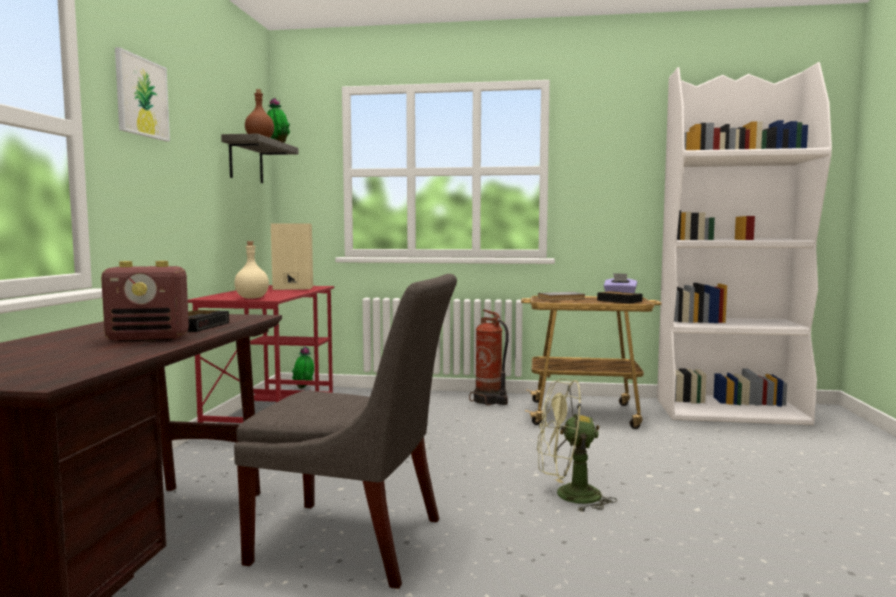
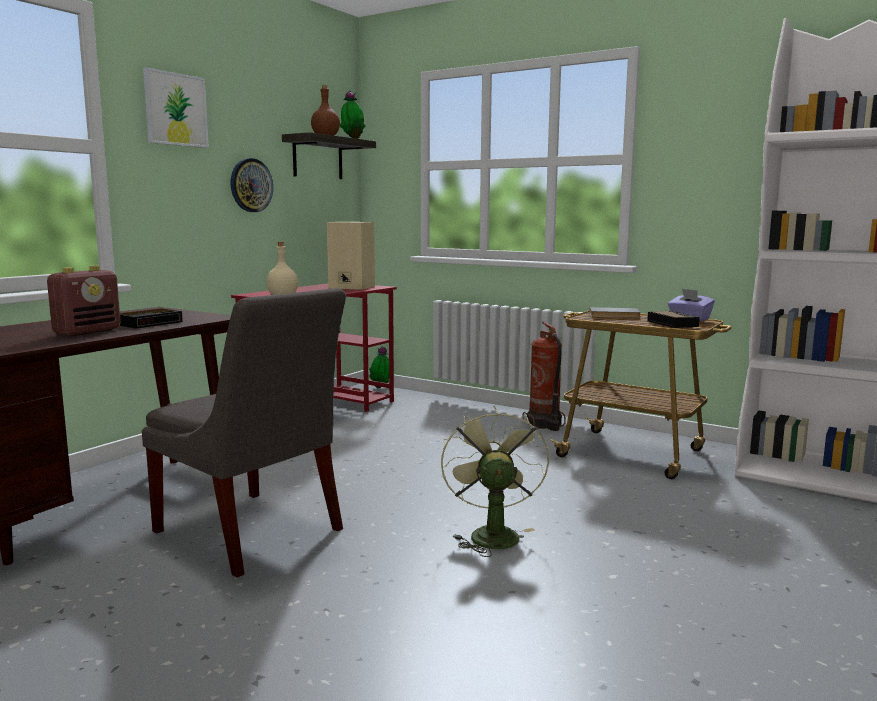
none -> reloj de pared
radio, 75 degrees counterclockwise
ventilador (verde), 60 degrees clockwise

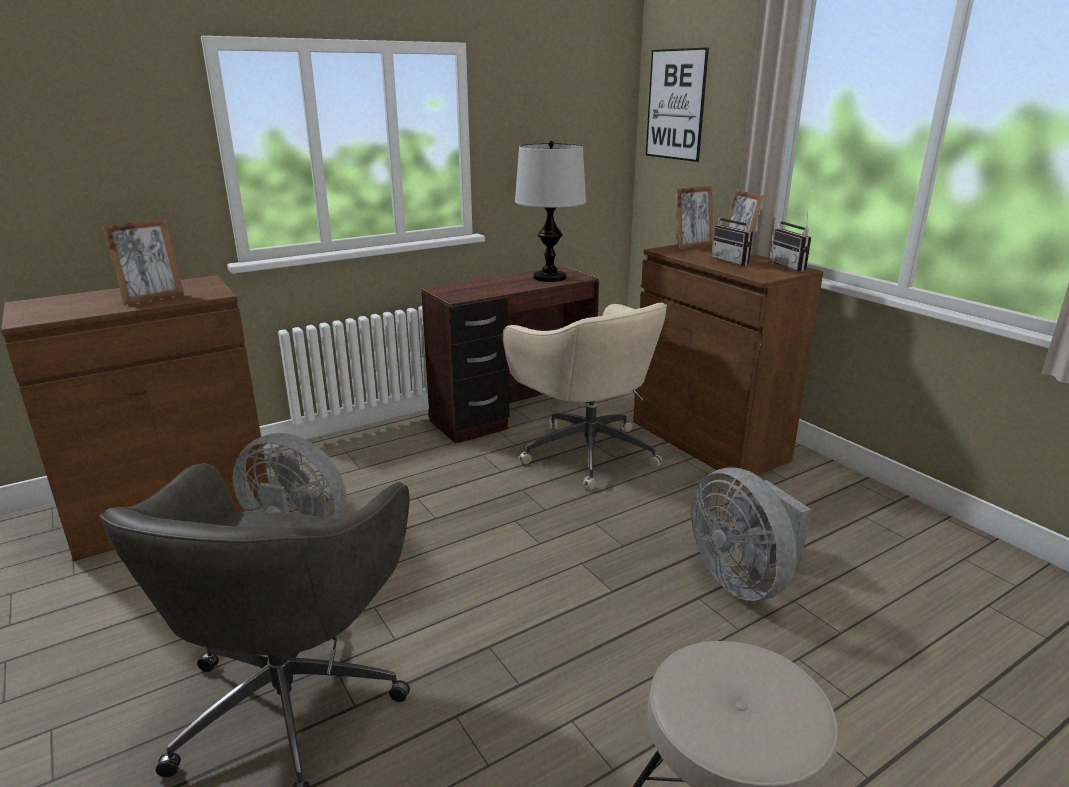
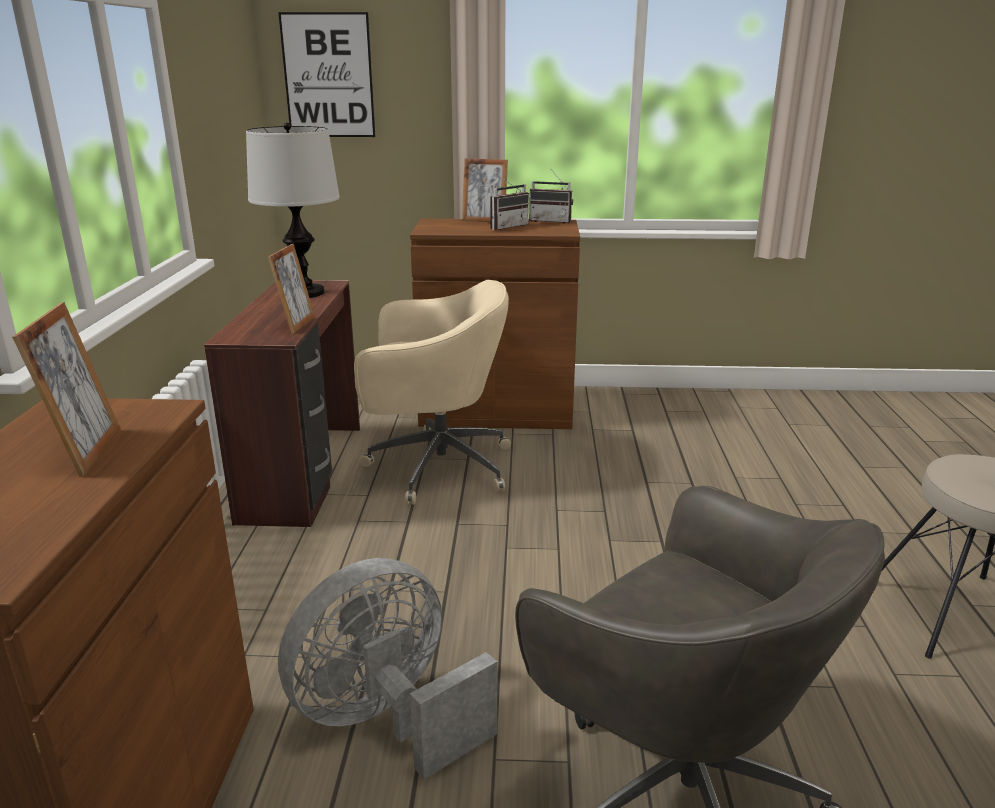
ventilador (gris) (2nd from left) -> none
portarretratos (2nd from left), move
radio (1st from left), 45 degrees counterclockwise

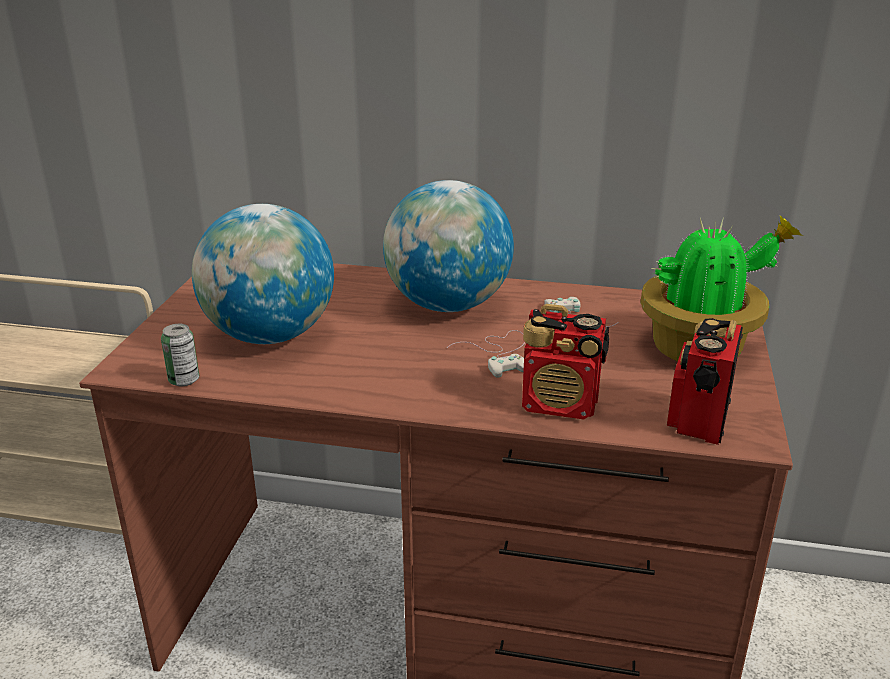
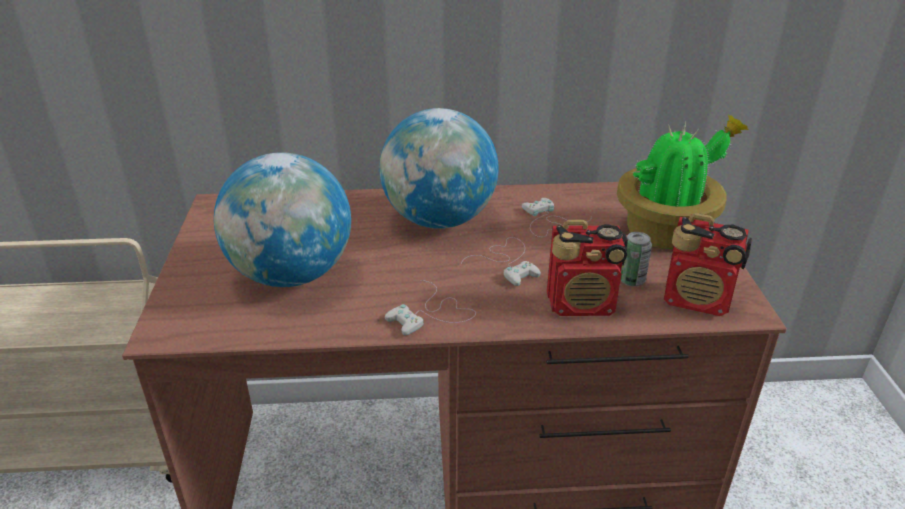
none -> mando de consola (blanco) (1st from left)
lata, move
radio (2nd from left), 75 degrees counterclockwise

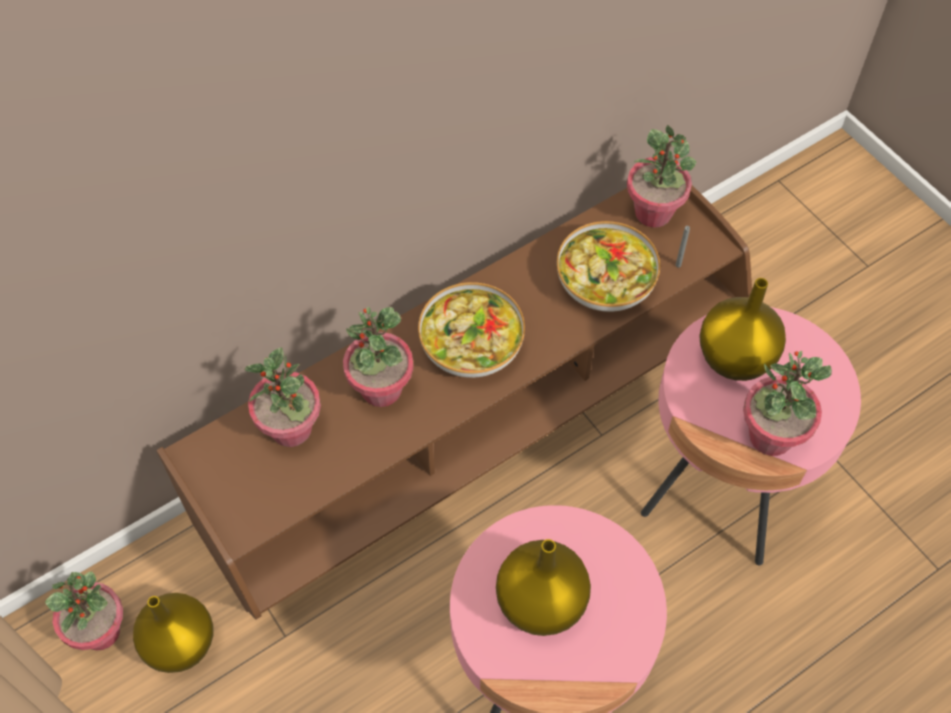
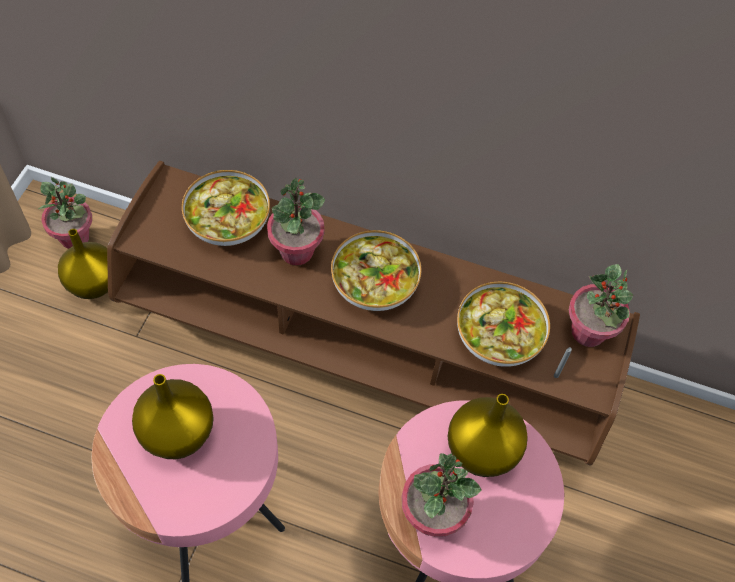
planta en maceta (2nd from left) -> cuenco (1st from left)

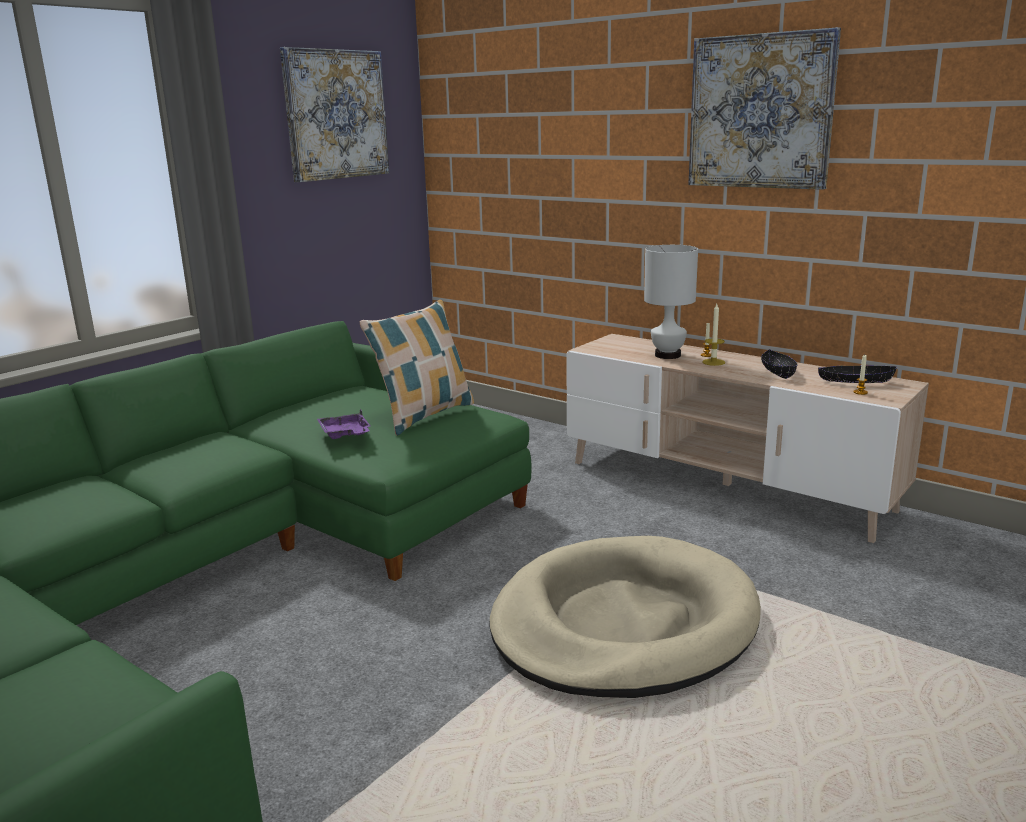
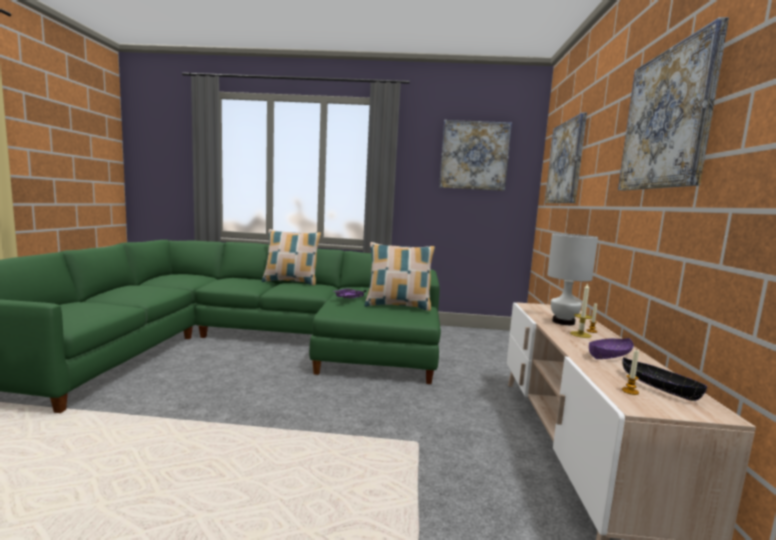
cama para perro (beis) -> none
none -> cojín (1st from left)
none -> cuadro (2nd from left)
cuenco (negro) (1st from left) -> cuenco (morado)

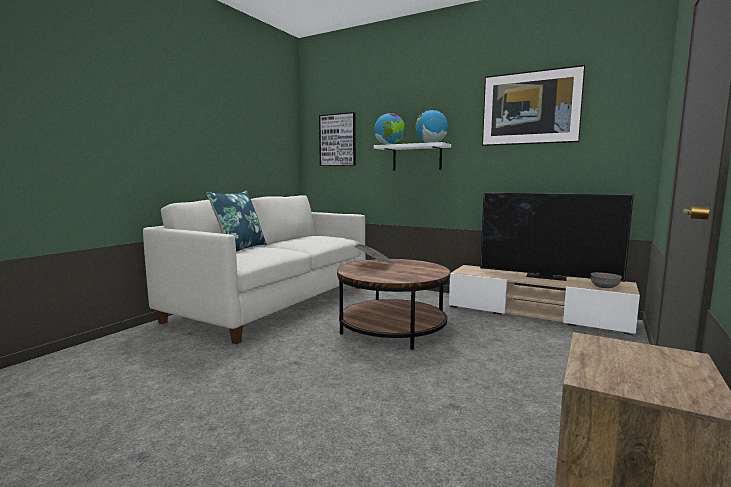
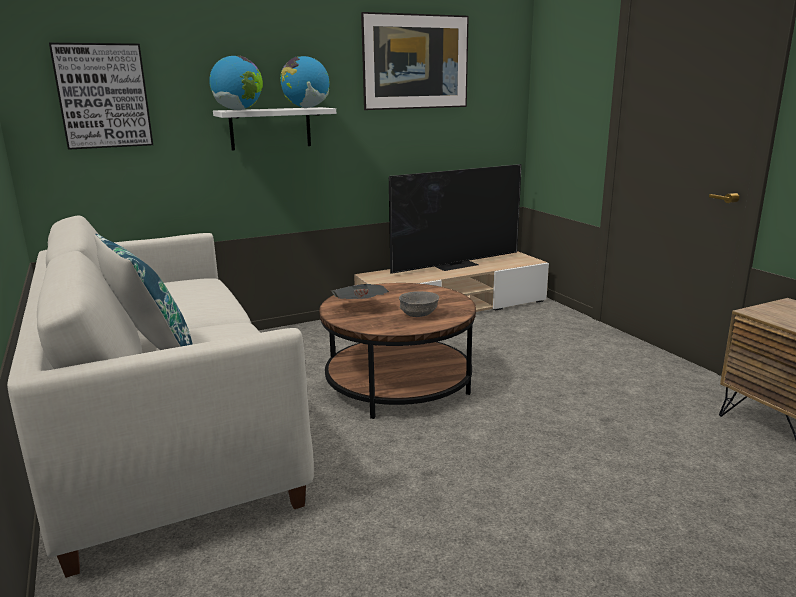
cuenco (gris), move

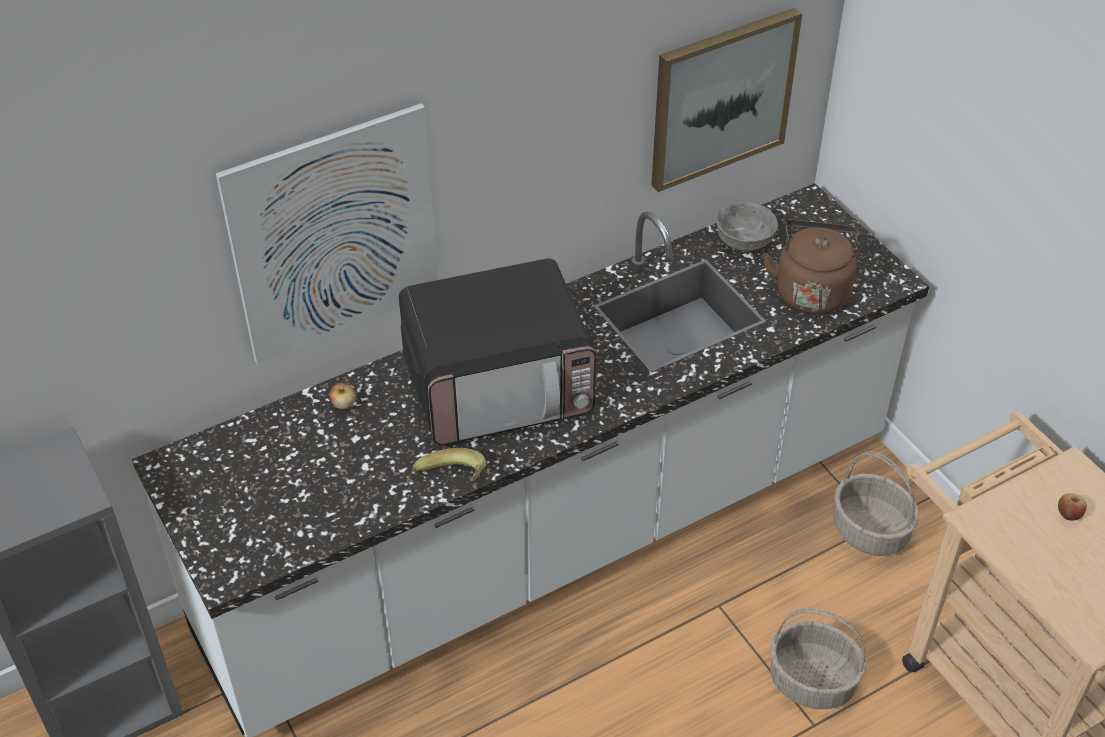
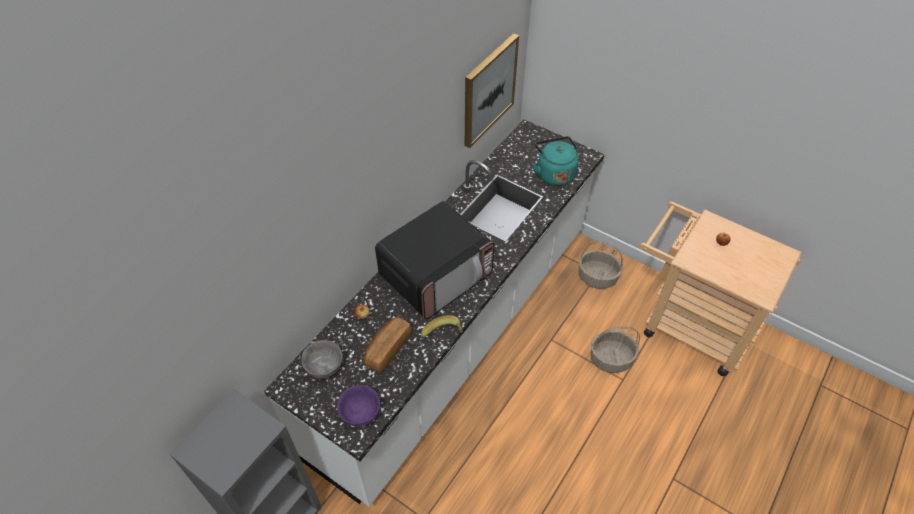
cuadro (1st from left) -> none
none -> cuenco (morado)
none -> pan
cuenco (gris), move
hervidor (marrón) -> hervidor (turquesa)

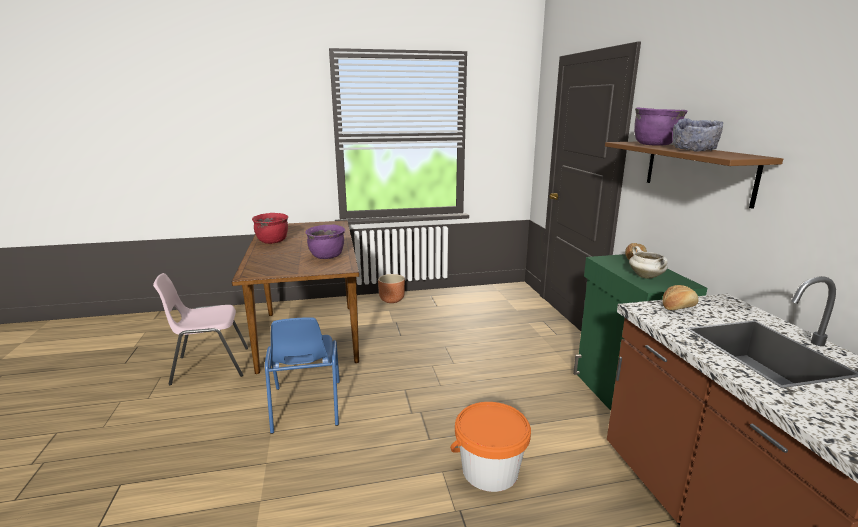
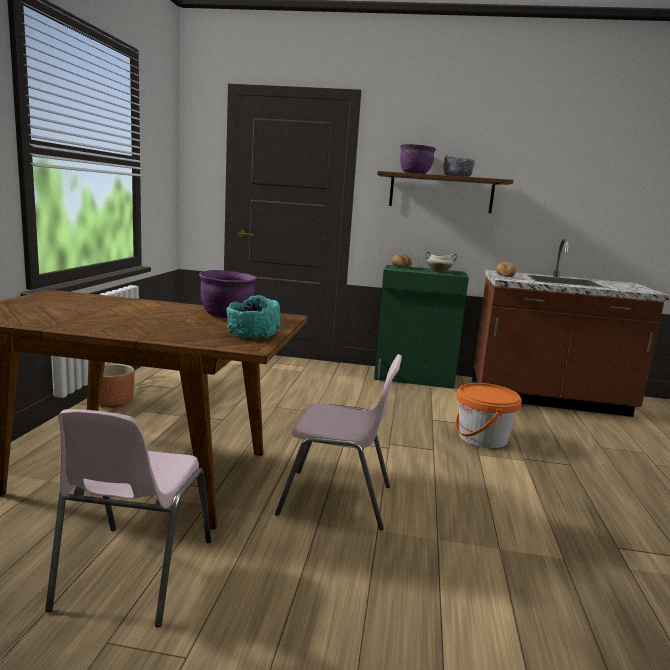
olla (rojo) -> none
none -> cuenco (turquesa)
silla (azul) -> silla (rosa) (2nd from left)

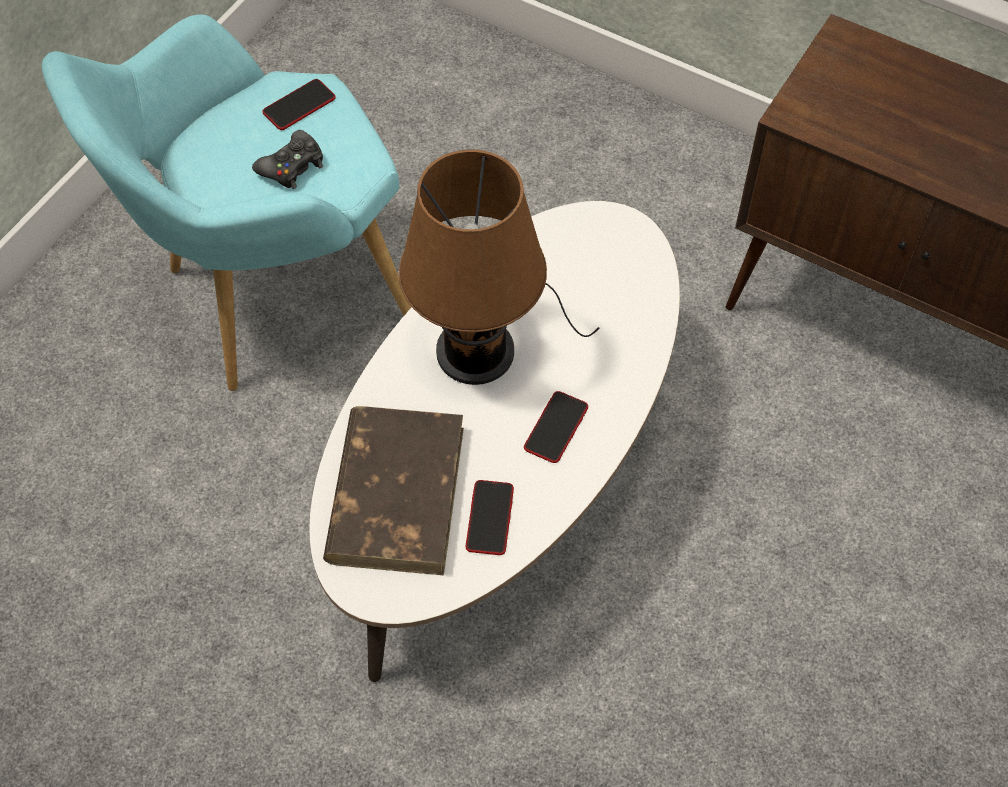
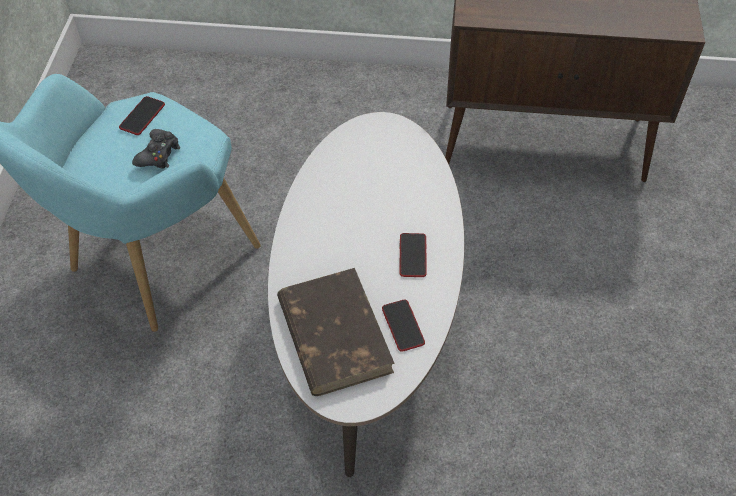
lámpara de mesa (marrón) -> none

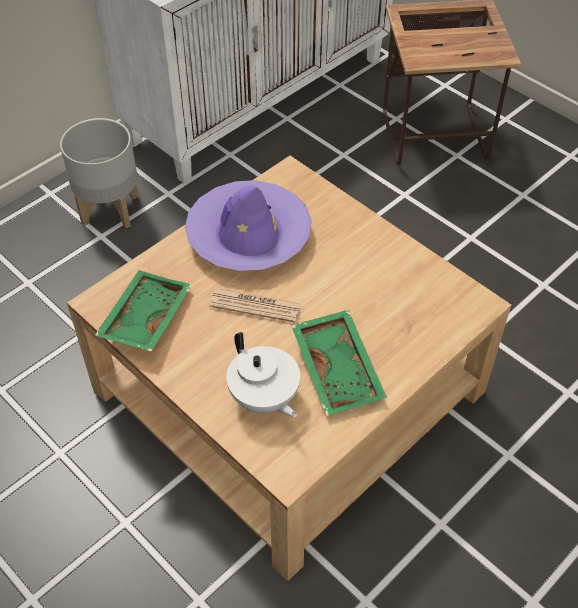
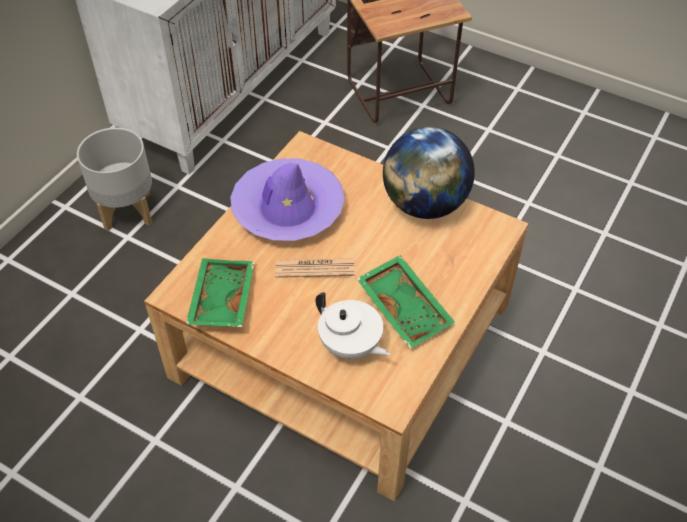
none -> globo terráqueo

